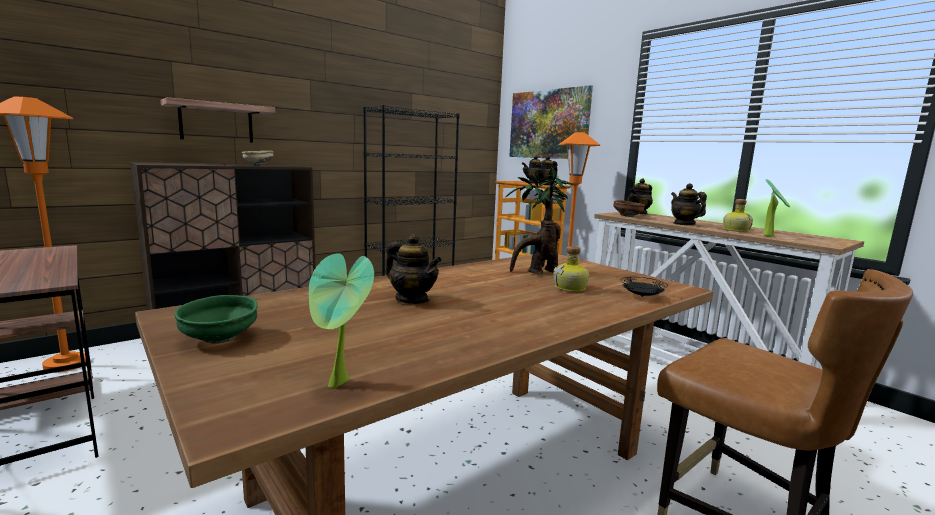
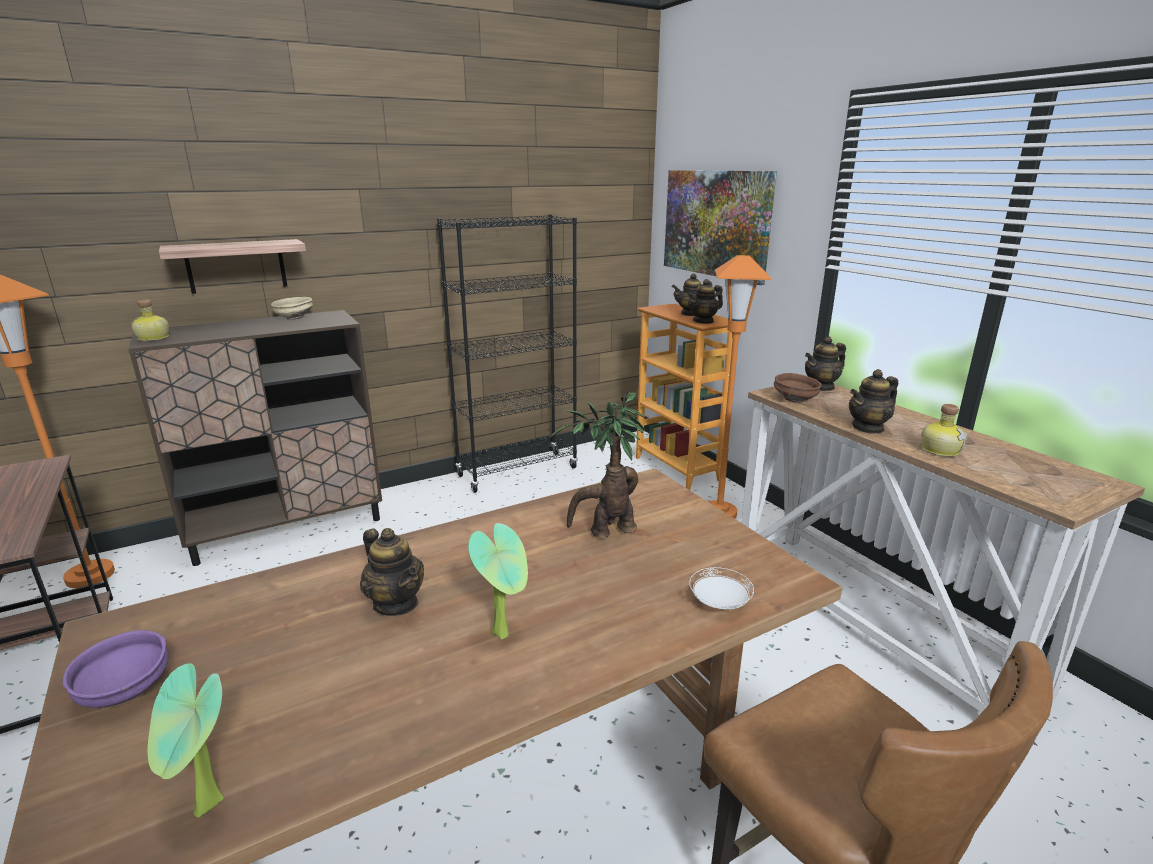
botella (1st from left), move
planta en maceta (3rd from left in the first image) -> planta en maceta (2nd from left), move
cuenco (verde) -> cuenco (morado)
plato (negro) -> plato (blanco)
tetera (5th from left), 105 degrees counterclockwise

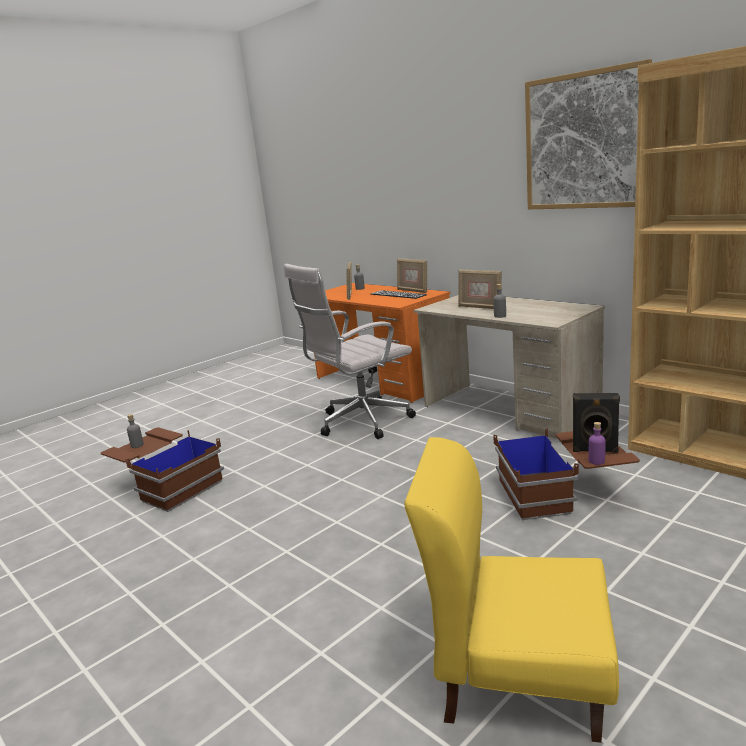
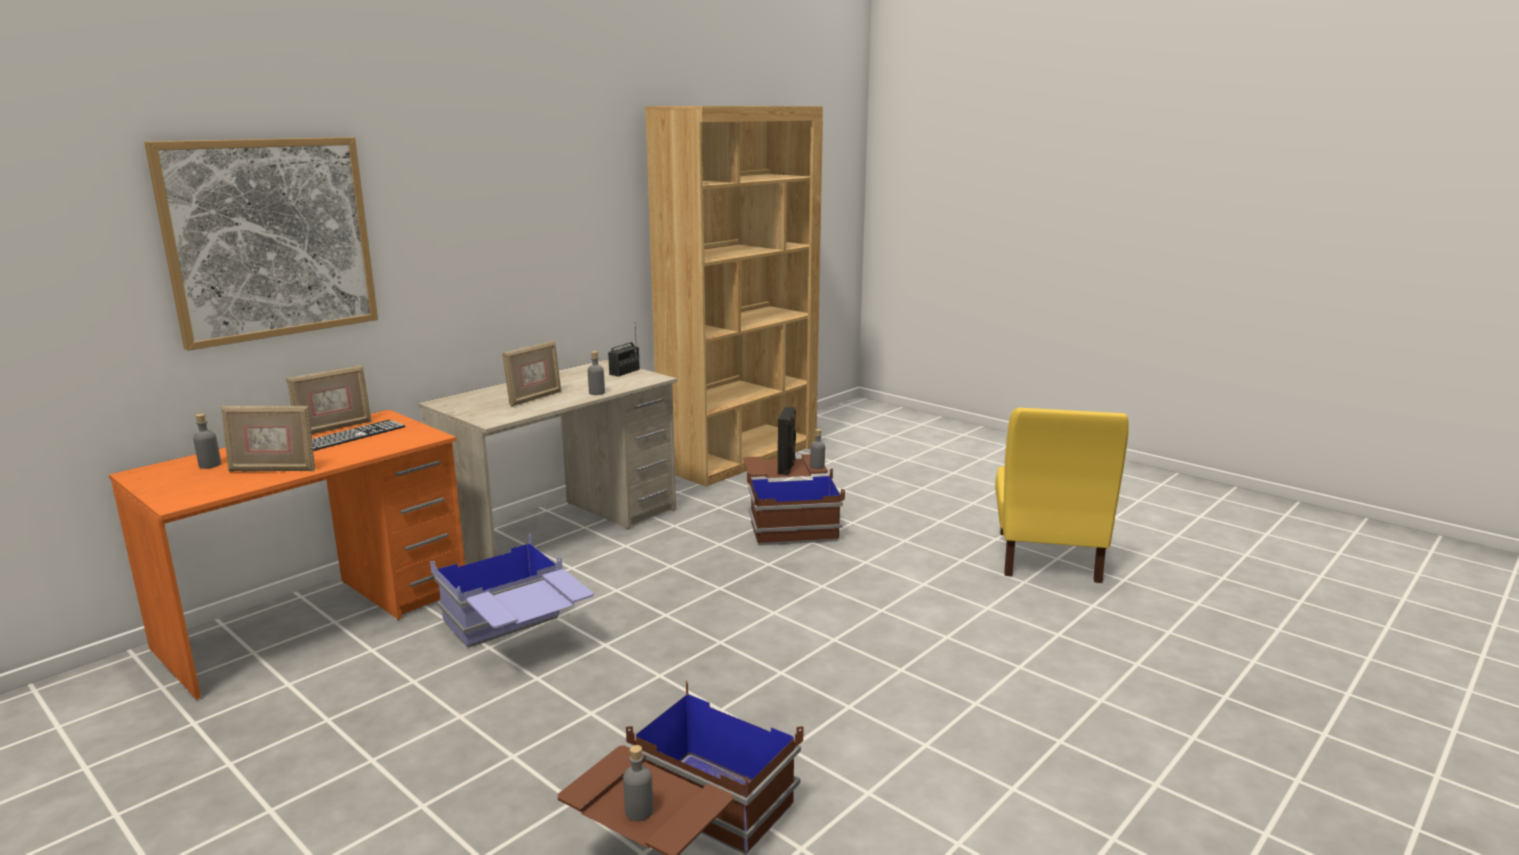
none -> radio
cuadro, move
silla de oficina (blanco) -> caja de almacenaje (azul)
botella (morado) -> botella (gris) (4th from left)

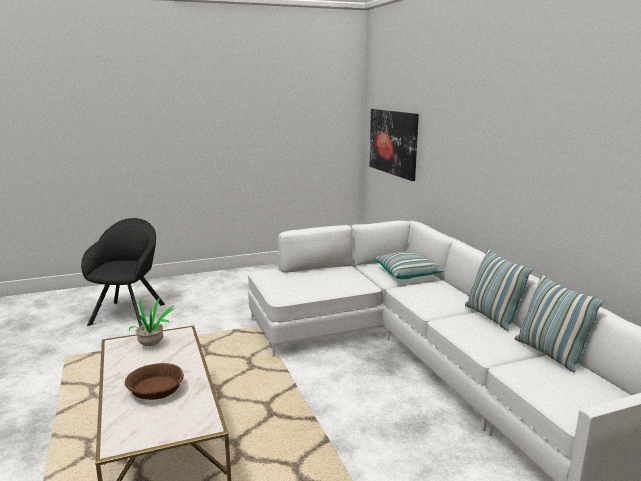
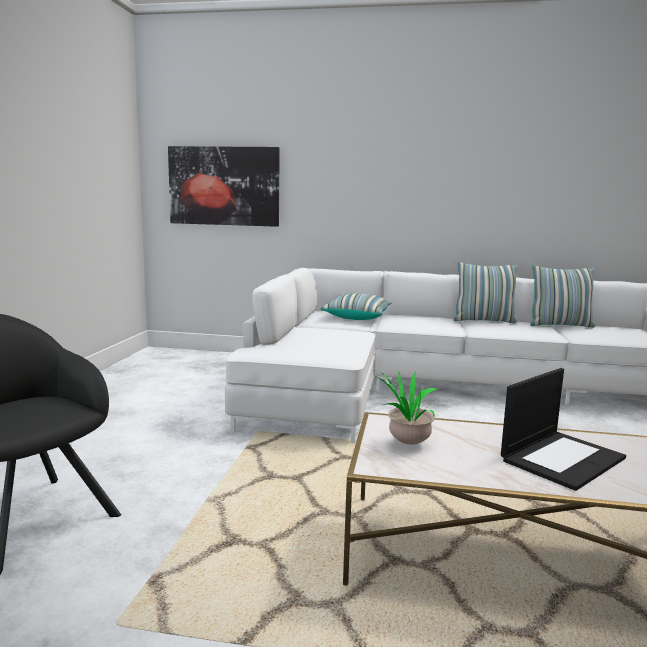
cuenco (marrón) -> portátil

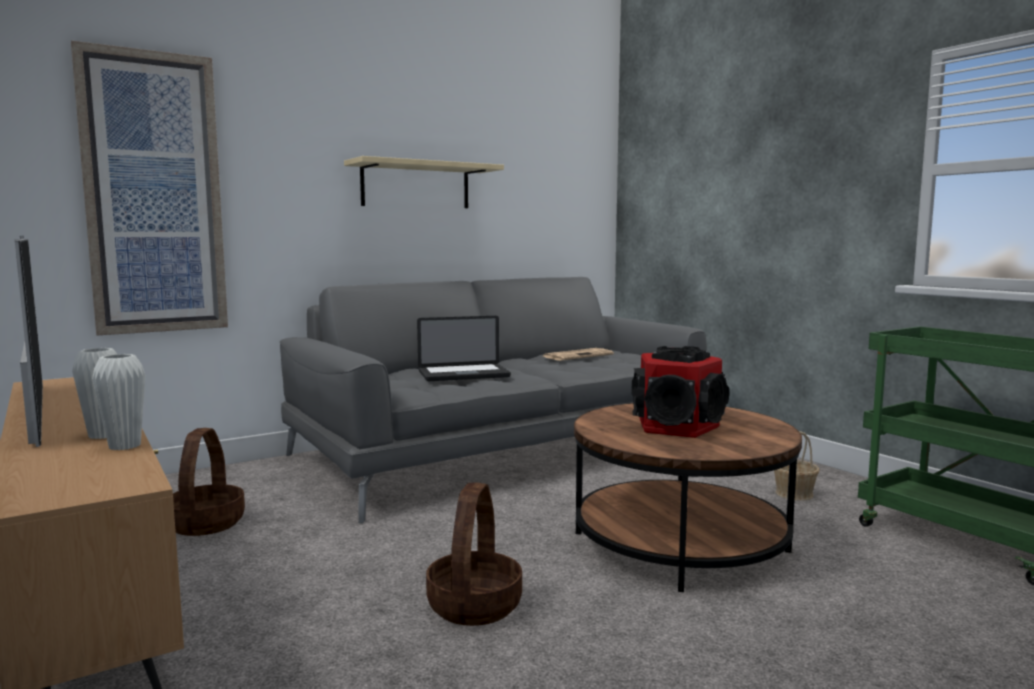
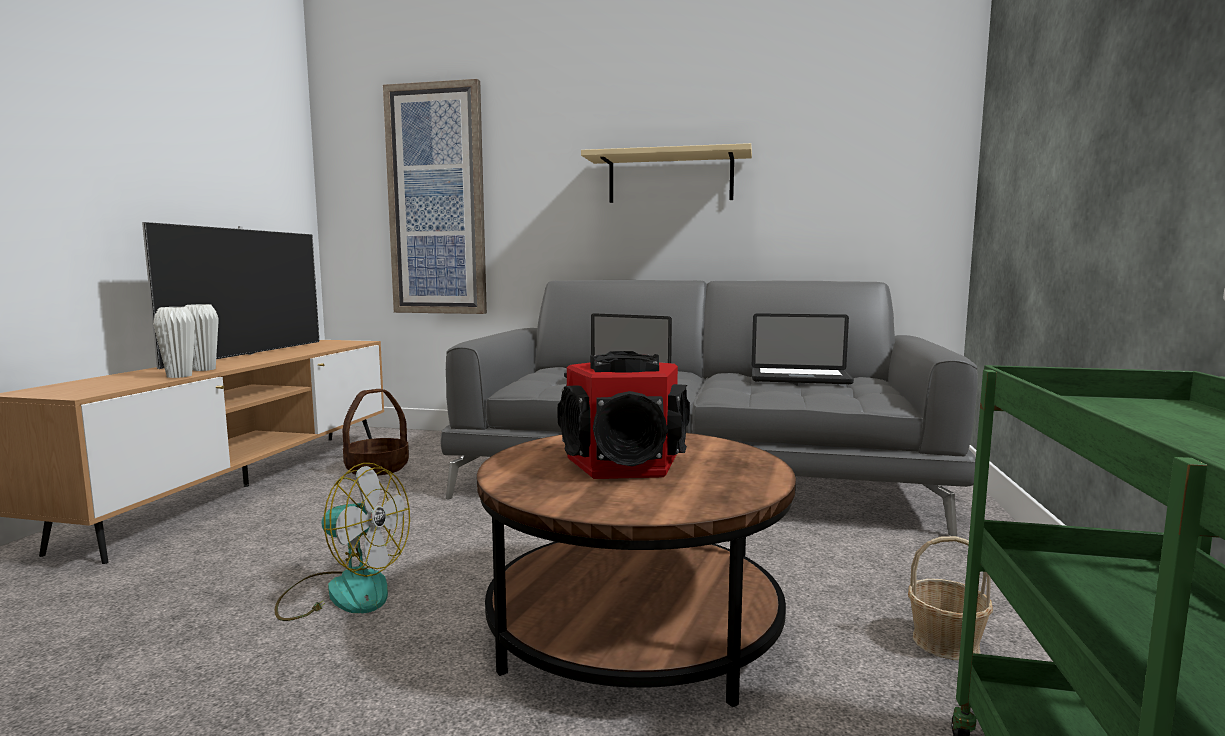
cesta (2nd from left) -> ventilador
periódico -> portátil (2nd from left)

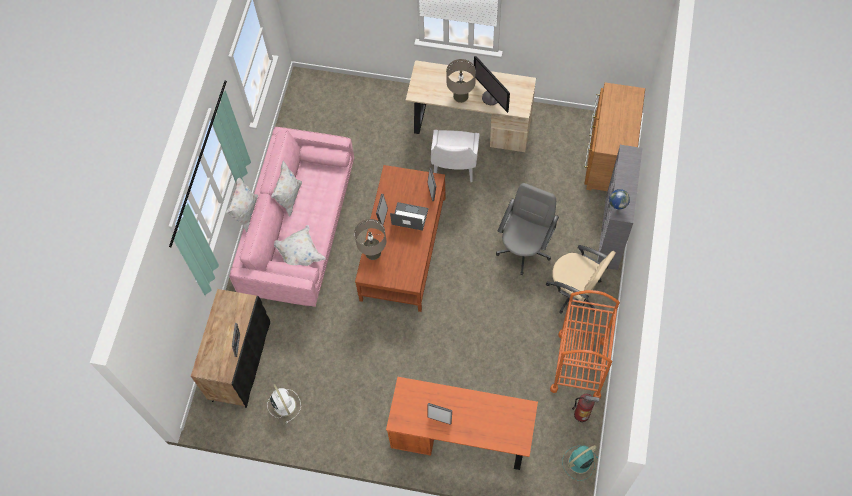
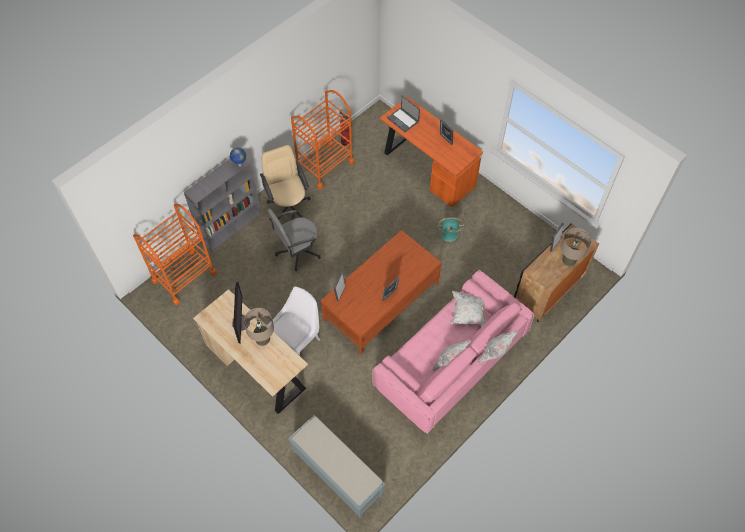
ventilador (blanco) -> none
none -> banco (gris)
lámpara de mesa (beis) (1st from left in the first image) -> lámpara de mesa (beis) (2nd from left), move
portátil, move
ventilador (turquesa), move
cómoda (marrón) -> carrito (naranja) (1st from left)

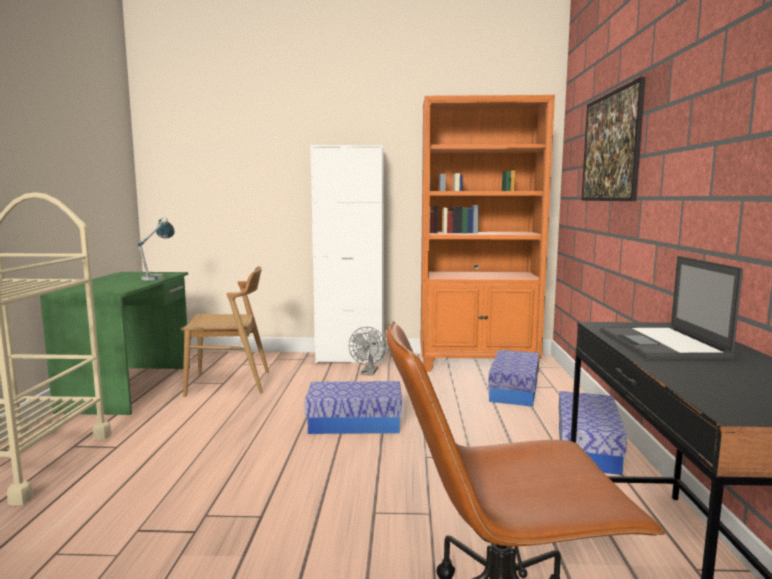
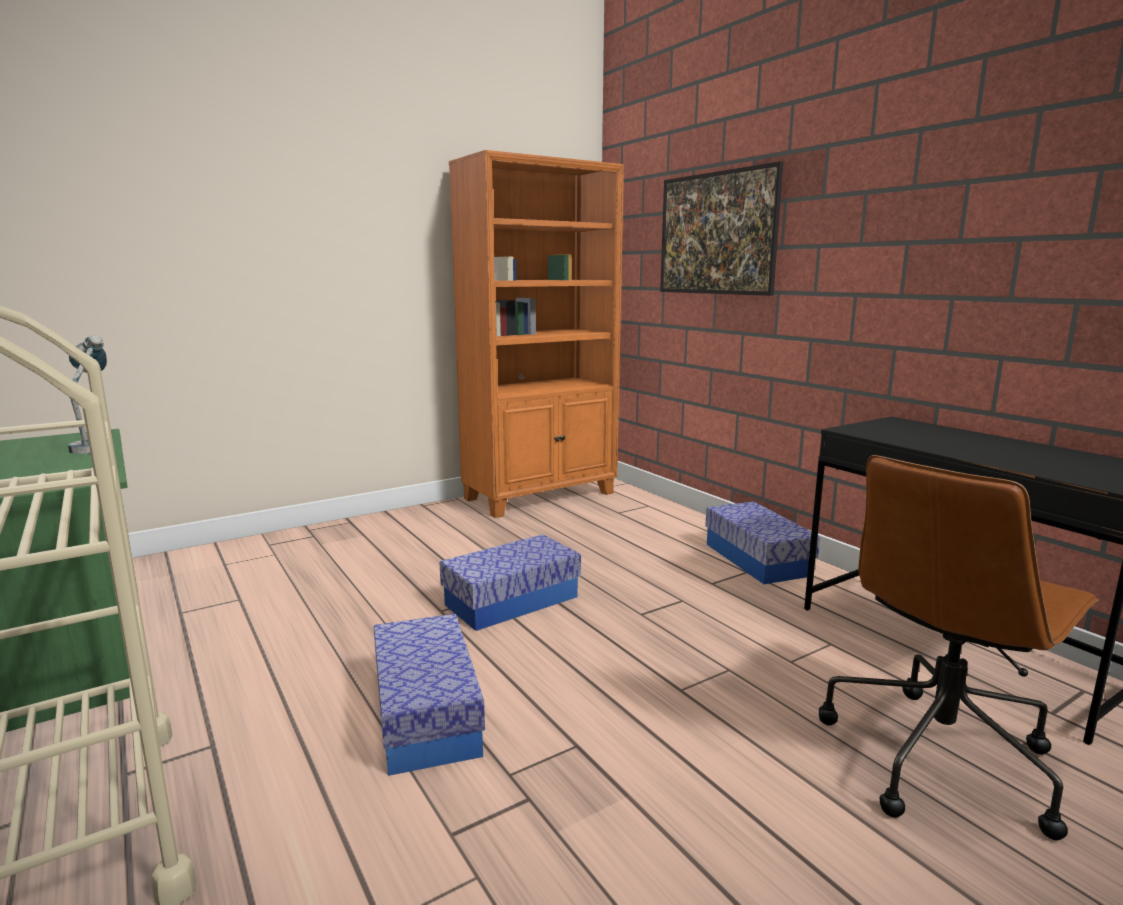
silla (marrón) -> none
armario (blanco) -> none
ventilador (gris) -> none
portátil -> none
caja de almacenaje (2nd from left in the first image) -> caja de almacenaje (1st from left), move

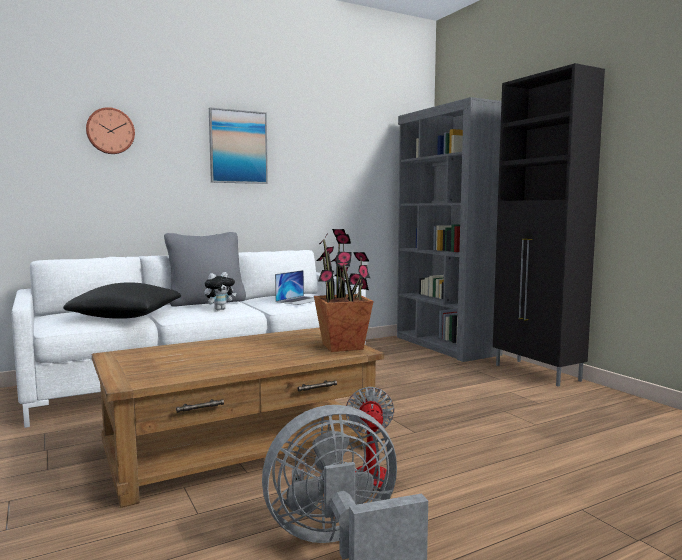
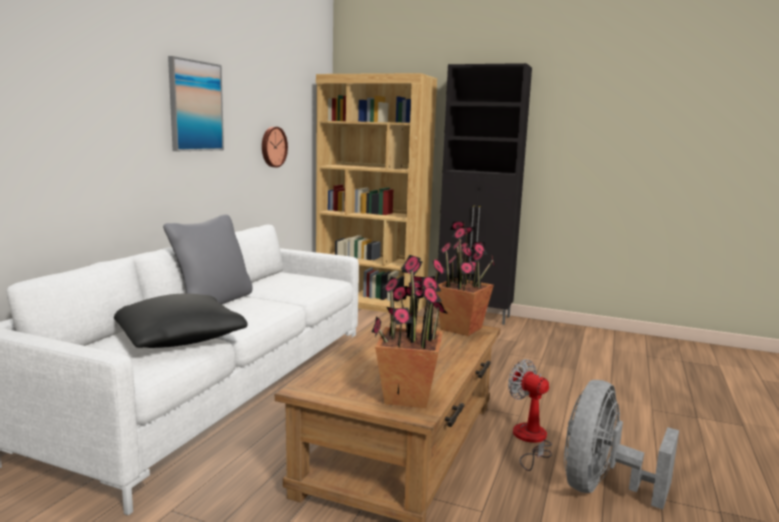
peluche -> none
portátil -> none
none -> planta en maceta (1st from left)
reloj de pared, move
estantería (gris) -> estantería (marrón)

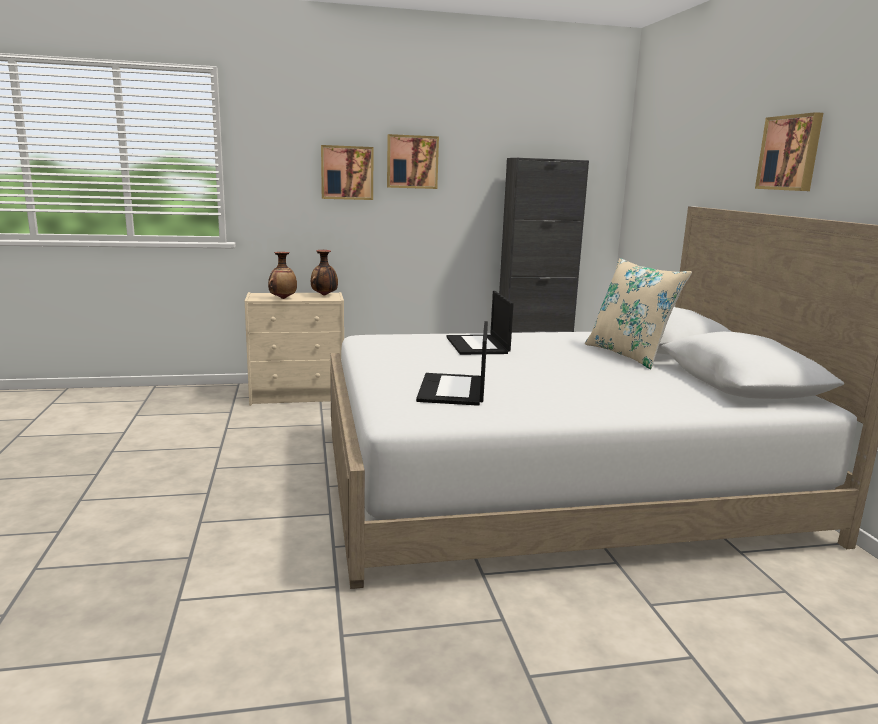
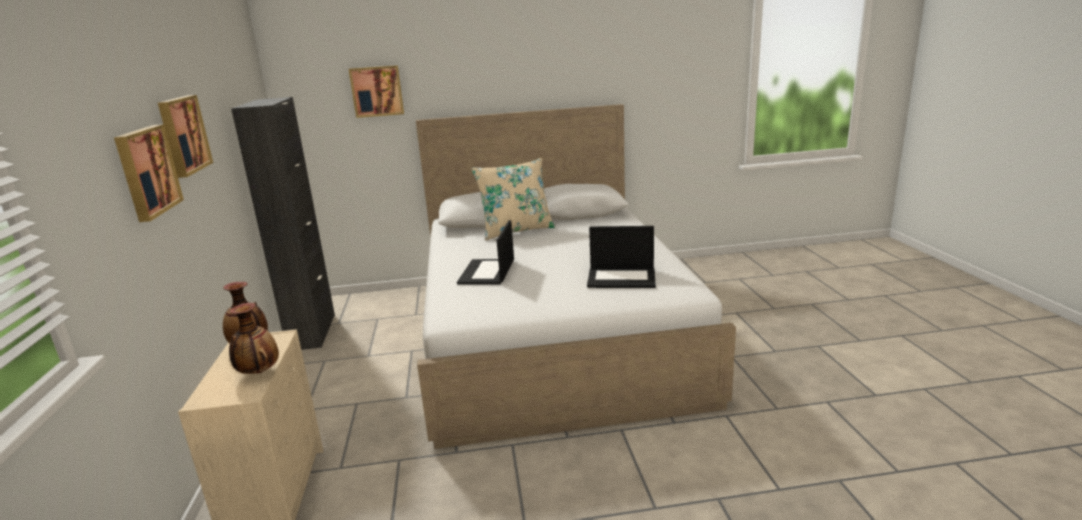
cuadro (3rd from left), move
portátil (2nd from left in the first image) -> portátil (1st from left), 105 degrees clockwise

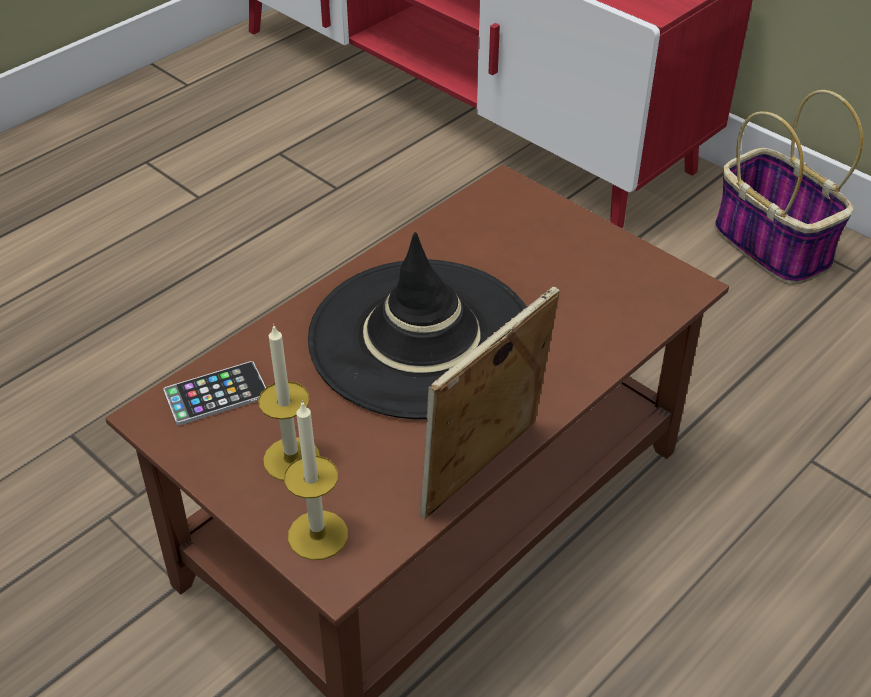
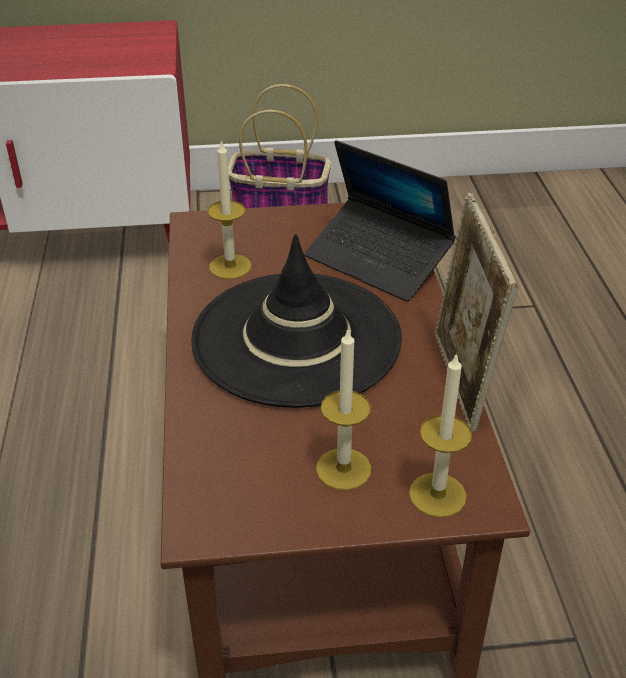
móvil -> none
none -> vela (1st from left)
none -> portátil

